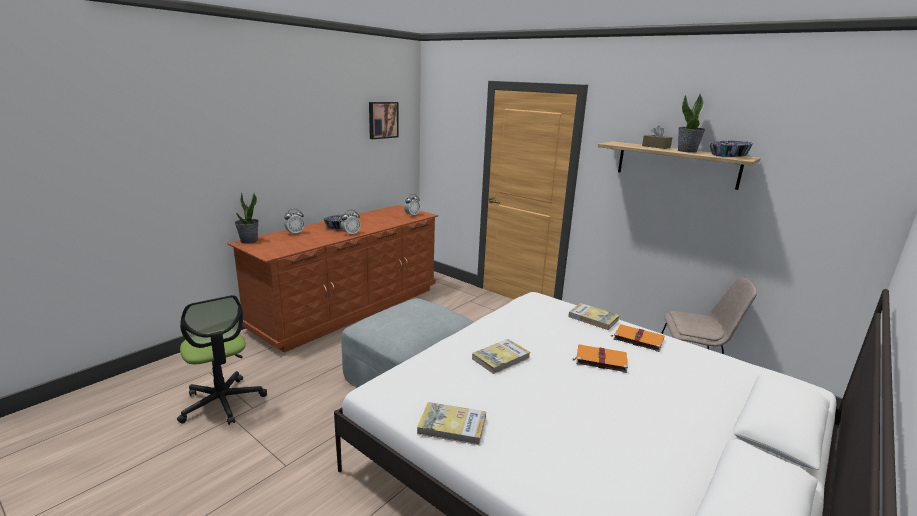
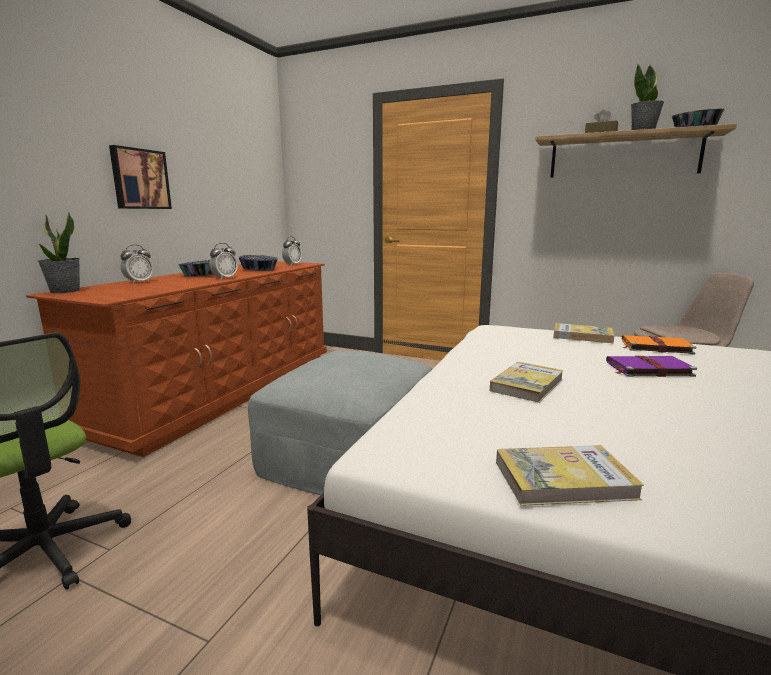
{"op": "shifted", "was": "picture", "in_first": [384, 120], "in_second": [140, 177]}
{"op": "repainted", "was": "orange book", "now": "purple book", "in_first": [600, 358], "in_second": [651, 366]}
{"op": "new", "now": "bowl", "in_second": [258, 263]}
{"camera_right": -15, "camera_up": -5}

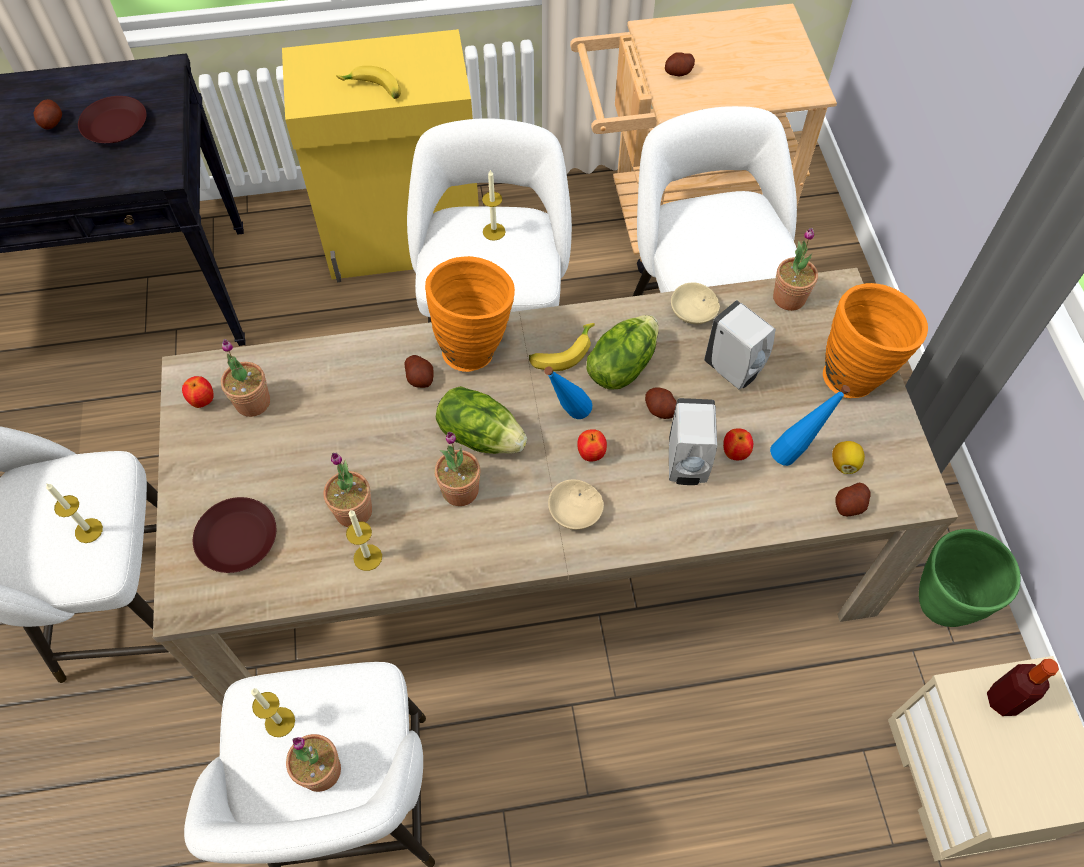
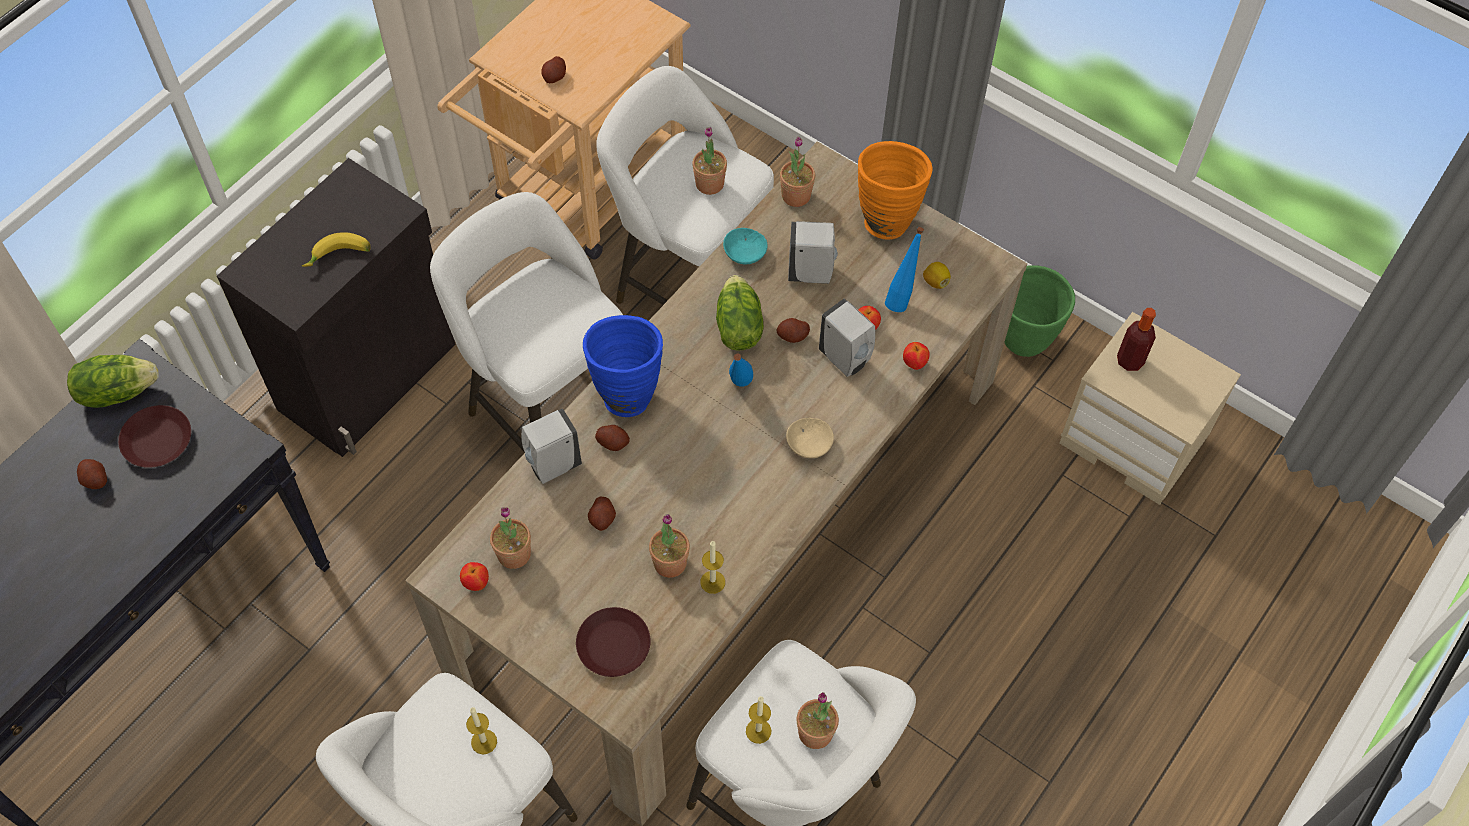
{"op": "repainted", "was": "yellow cabinet", "now": "black cabinet", "in_first": [380, 155], "in_second": [336, 307]}
{"op": "repainted", "was": "orange vase", "now": "blue vase", "in_first": [470, 314], "in_second": [623, 366]}
{"op": "shifted", "was": "potted plant", "in_first": [457, 468], "in_second": [709, 161]}
{"op": "shifted", "was": "lettuce", "in_first": [481, 420], "in_second": [113, 381]}
{"op": "gone", "was": "candle", "in_first": [494, 205]}
{"op": "gone", "was": "banana", "in_first": [562, 347]}
{"op": "shifted", "was": "apple", "in_first": [592, 445], "in_second": [916, 356]}
{"op": "repainted", "was": "beige bowl", "now": "turquoise bowl", "in_first": [695, 303], "in_second": [745, 246]}
{"op": "shifted", "was": "potato", "in_first": [852, 499], "in_second": [602, 514]}
{"op": "new", "now": "white soap dispenser", "in_second": [551, 446]}
{"camera_right": -45, "camera_up": 0}

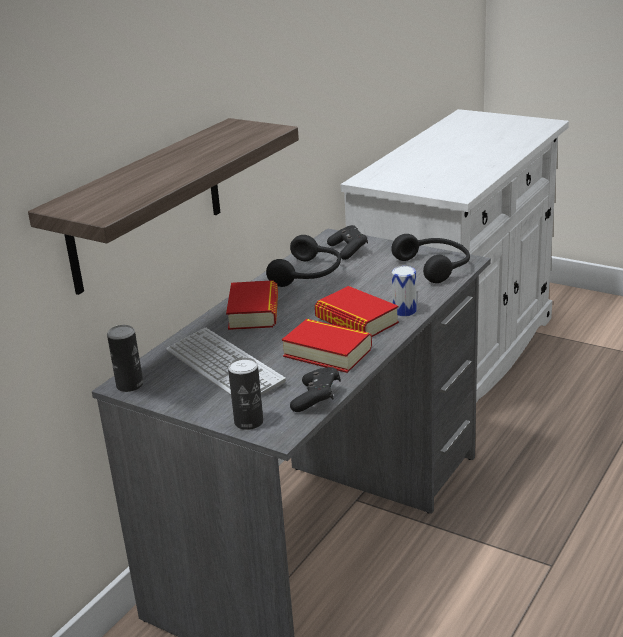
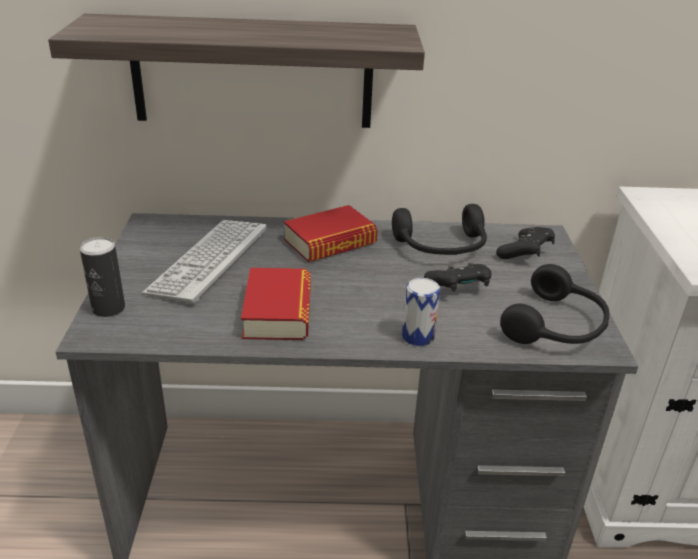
{"op": "gone", "was": "can", "in_first": [125, 358]}
{"op": "shifted", "was": "black game controller", "in_first": [315, 389], "in_second": [457, 277]}
{"op": "gone", "was": "book", "in_first": [357, 311]}
{"camera_right": 55, "camera_up": 5}

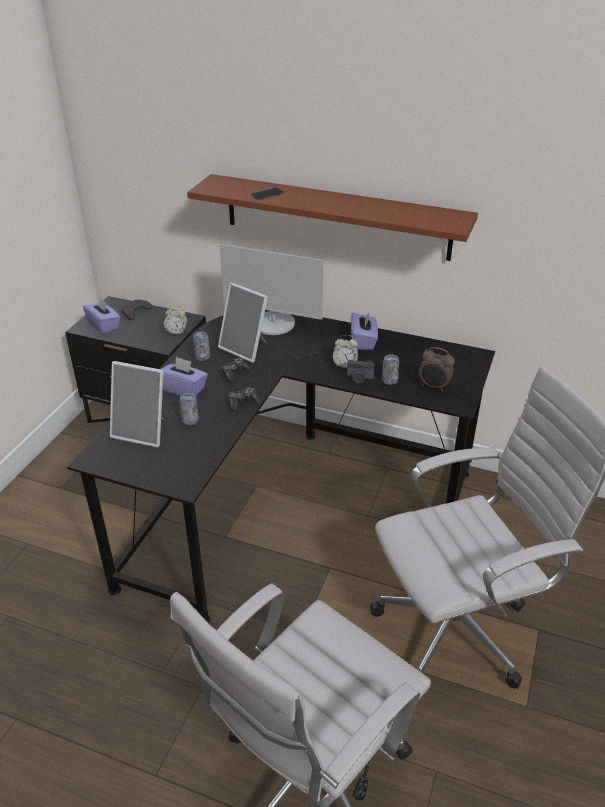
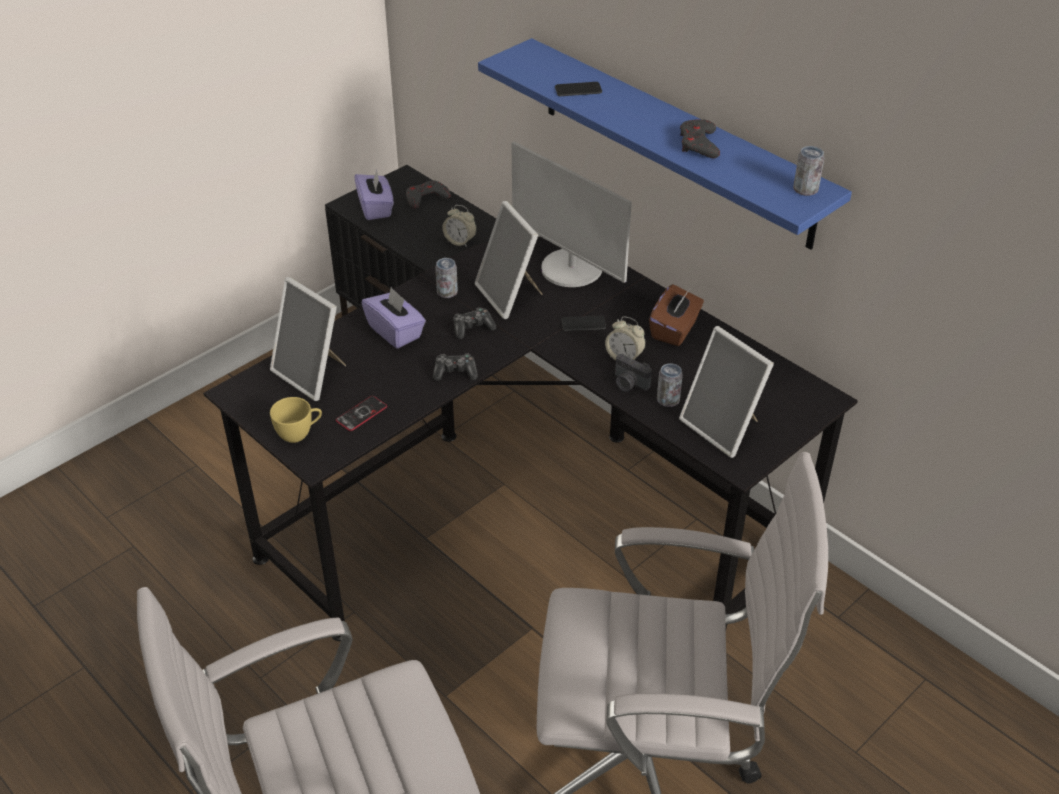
{"op": "shifted", "was": "can", "in_first": [189, 409], "in_second": [808, 171]}
{"op": "repainted", "was": "brown shelf", "now": "blue shelf", "in_first": [332, 217], "in_second": [665, 144]}
{"op": "repainted", "was": "purple tissue box", "now": "brown tissue box", "in_first": [364, 331], "in_second": [676, 315]}
{"op": "swapped", "was": "alarm clock", "now": "picture frame", "in_first": [437, 369], "in_second": [726, 392]}
{"op": "new", "now": "yellow cup", "in_second": [296, 420]}
{"op": "new", "now": "phone", "in_second": [361, 413]}
{"op": "new", "now": "grey game controller", "in_second": [700, 138]}
{"camera_right": 25, "camera_up": 5}

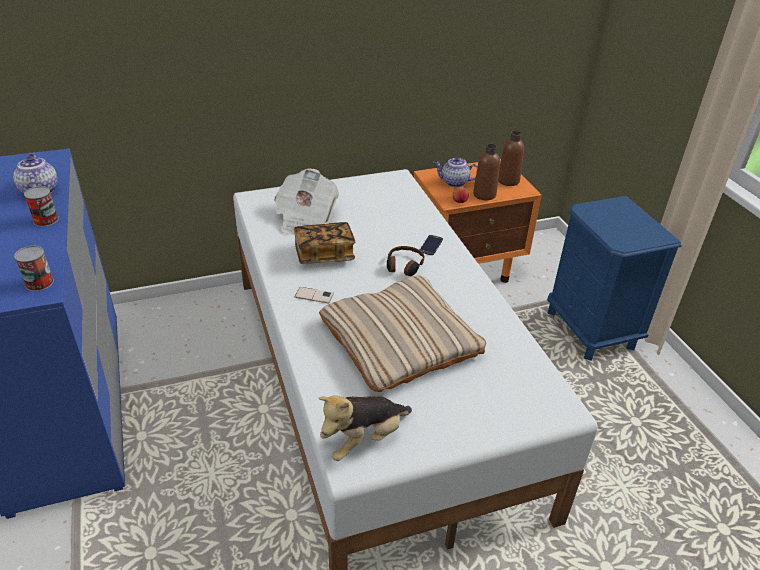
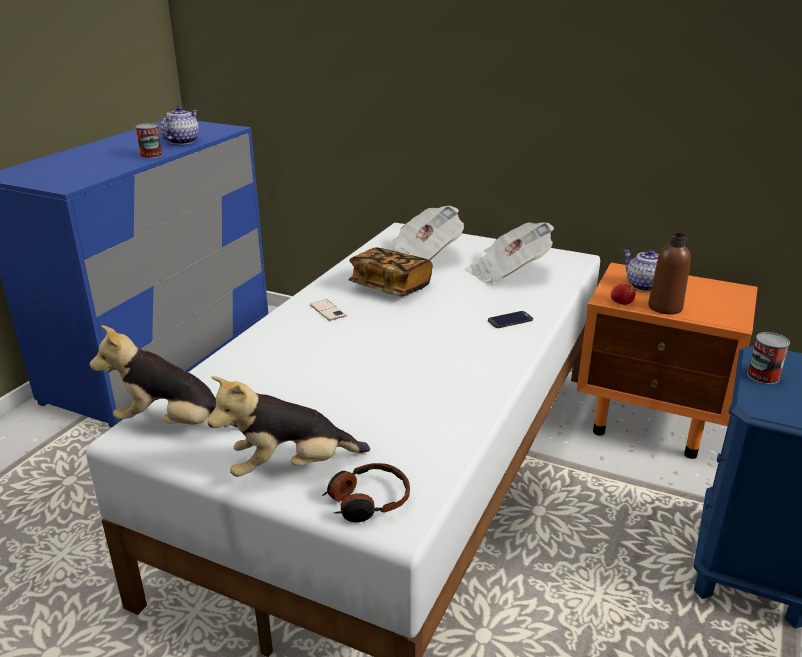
{"op": "shifted", "was": "can", "in_first": [34, 268], "in_second": [768, 358]}
{"op": "gone", "was": "beige pillow", "in_first": [402, 334]}
{"op": "shifted", "was": "headphones", "in_first": [405, 261], "in_second": [366, 493]}
{"op": "gone", "was": "brown bottle", "in_first": [511, 158]}
{"op": "new", "now": "plush toy", "in_second": [288, 426]}
{"op": "new", "now": "newspaper", "in_second": [510, 252]}
{"camera_right": 45, "camera_up": -10}

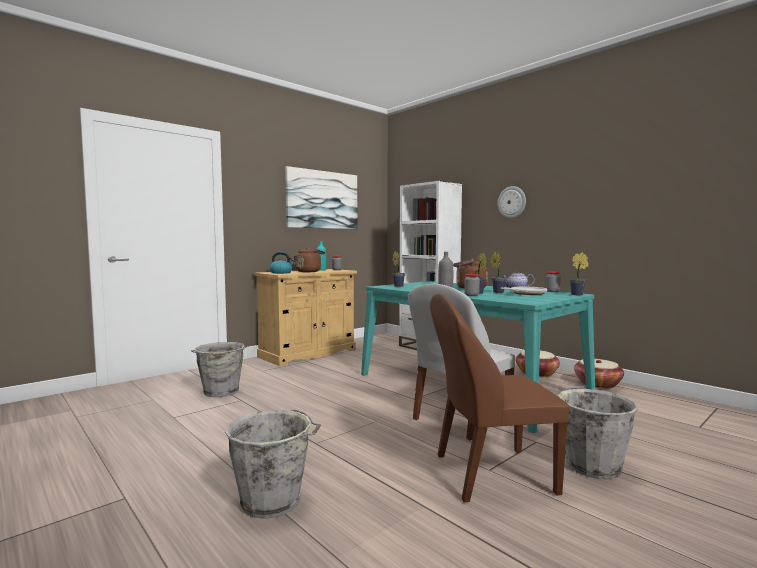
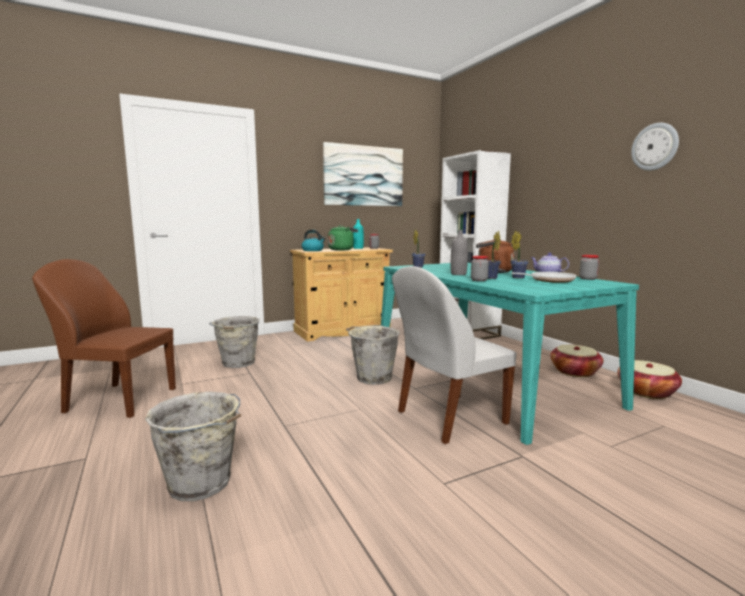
{"op": "repainted", "was": "brown kettle", "now": "green kettle", "in_first": [309, 260], "in_second": [343, 238]}
{"op": "shifted", "was": "brown chair", "in_first": [499, 398], "in_second": [104, 338]}
{"op": "shifted", "was": "wall clock", "in_first": [512, 202], "in_second": [655, 147]}
{"op": "shifted", "was": "grey bucket", "in_first": [596, 433], "in_second": [373, 355]}
{"op": "gone", "was": "potted plant", "in_first": [579, 273]}
{"camera_right": 15, "camera_up": 5}

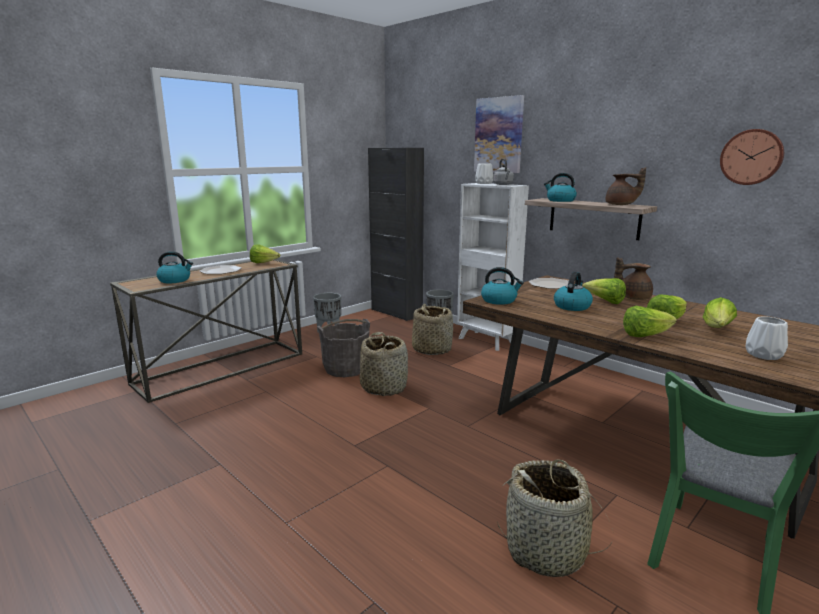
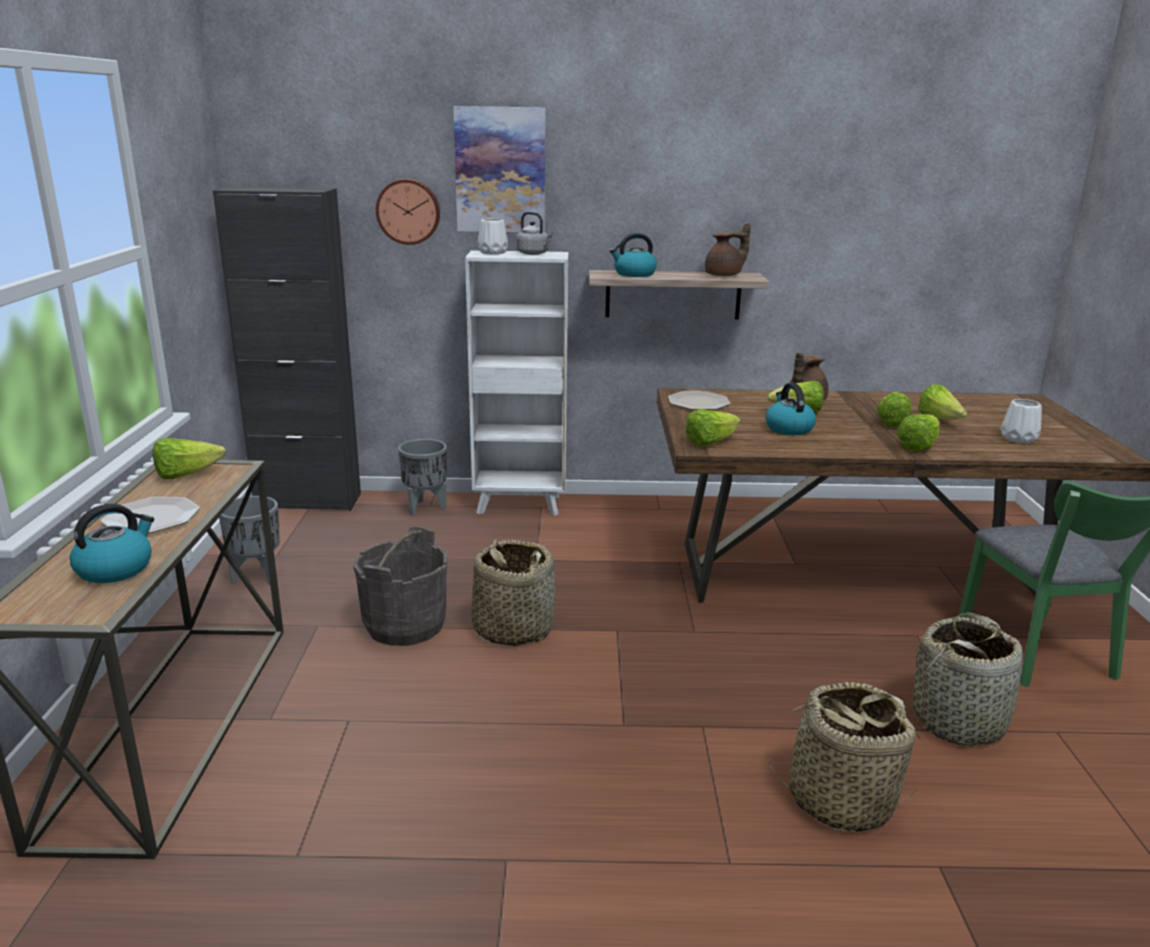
{"op": "shifted", "was": "basket", "in_first": [432, 329], "in_second": [844, 757]}
{"op": "swapped", "was": "kettle", "now": "lettuce", "in_first": [502, 286], "in_second": [713, 427]}
{"op": "shifted", "was": "wall clock", "in_first": [752, 157], "in_second": [408, 212]}
{"camera_right": -45, "camera_up": 5}

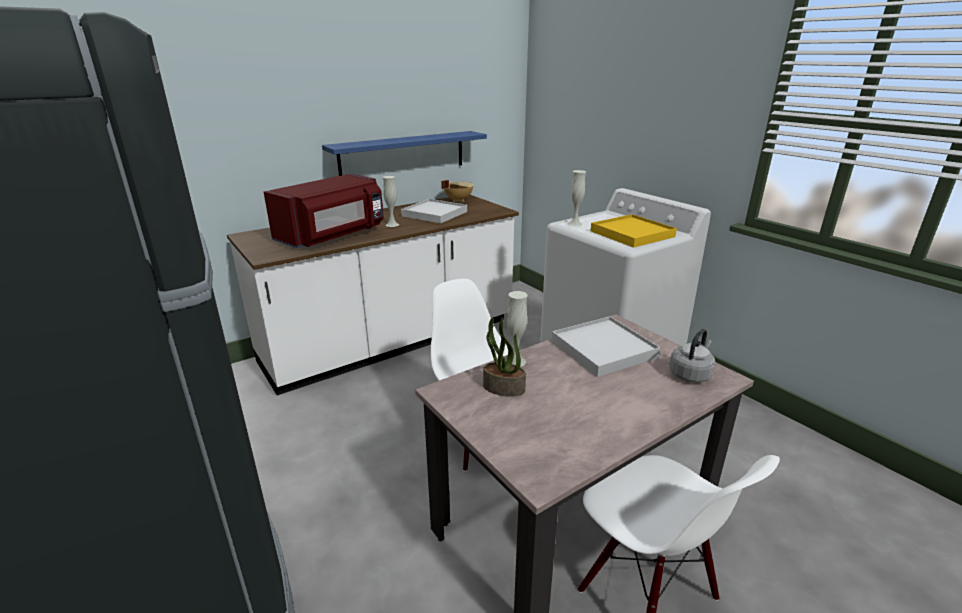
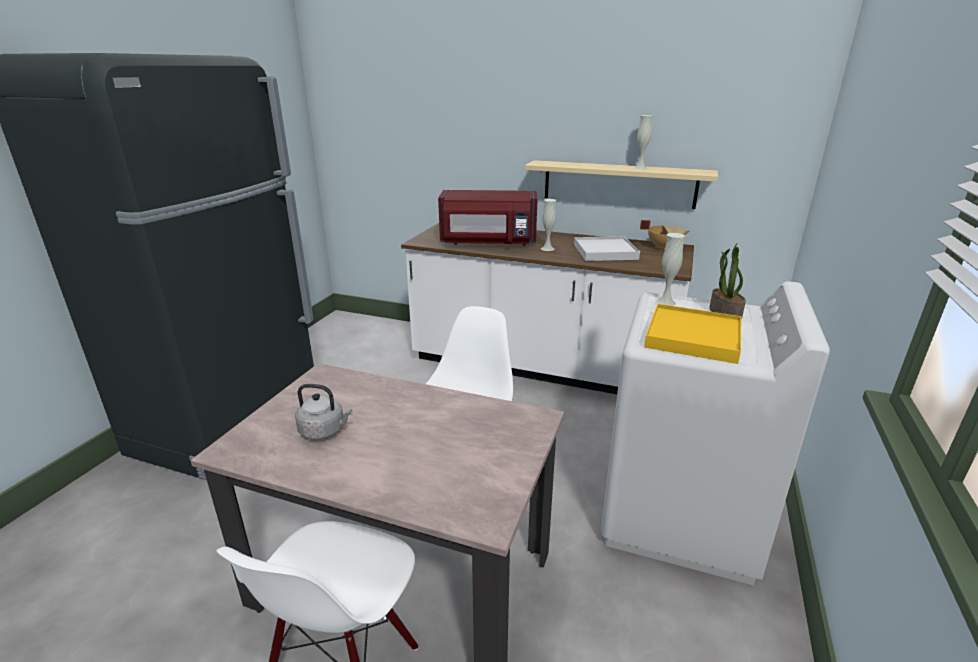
{"op": "repainted", "was": "blue shelf", "now": "beige shelf", "in_first": [404, 153], "in_second": [621, 184]}
{"op": "shifted", "was": "potted plant", "in_first": [504, 357], "in_second": [727, 281]}
{"op": "shifted", "was": "white vase", "in_first": [516, 329], "in_second": [643, 142]}
{"op": "gone", "was": "white tray", "in_first": [605, 346]}
{"op": "shifted", "was": "grey kettle", "in_first": [692, 356], "in_second": [323, 412]}
{"camera_right": 55, "camera_up": 0}

